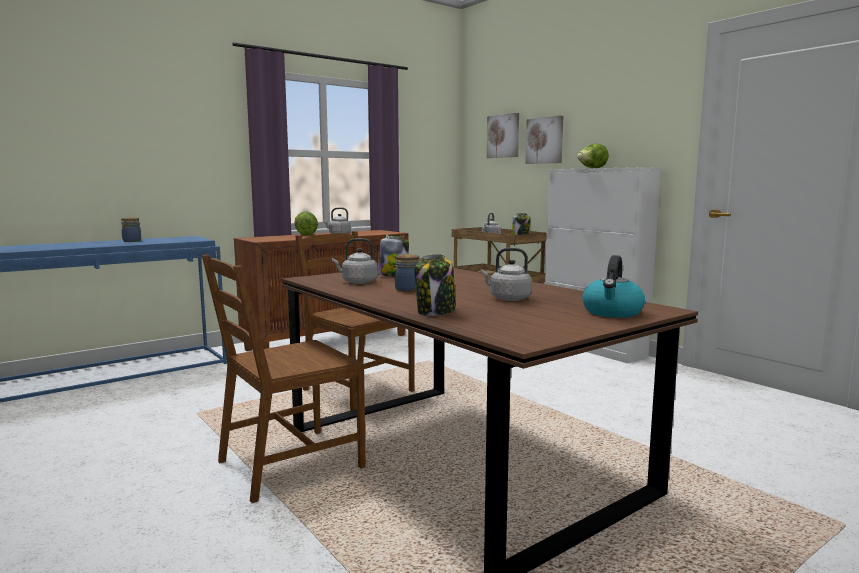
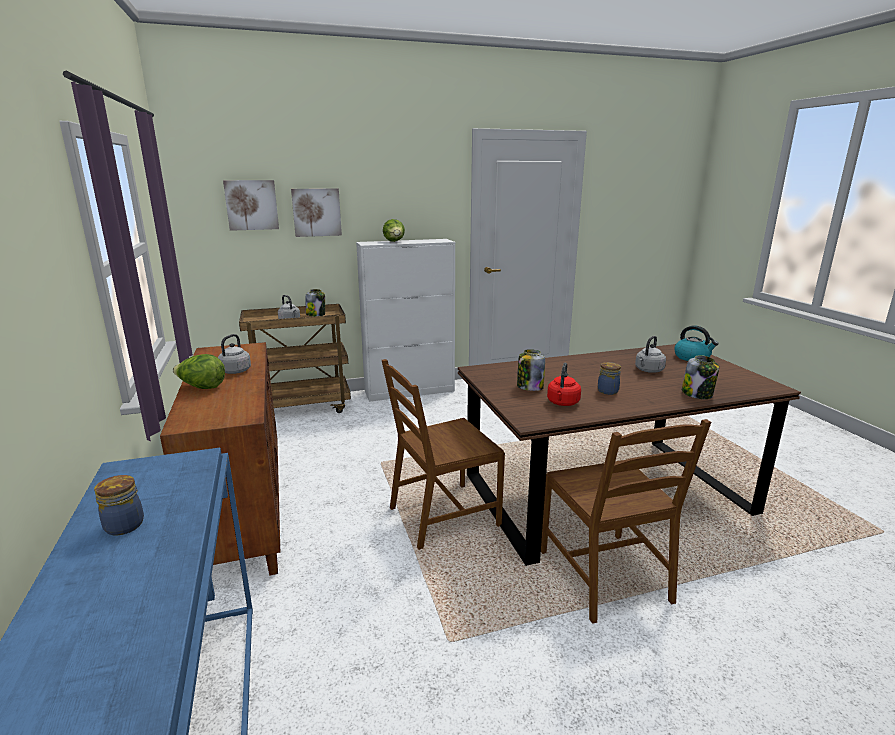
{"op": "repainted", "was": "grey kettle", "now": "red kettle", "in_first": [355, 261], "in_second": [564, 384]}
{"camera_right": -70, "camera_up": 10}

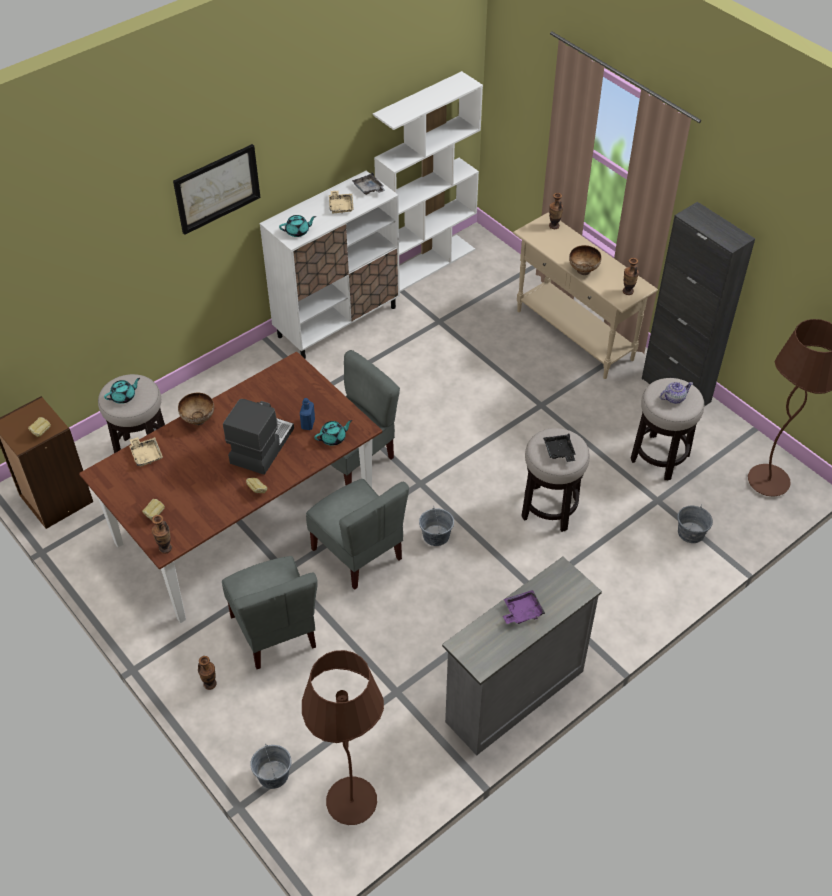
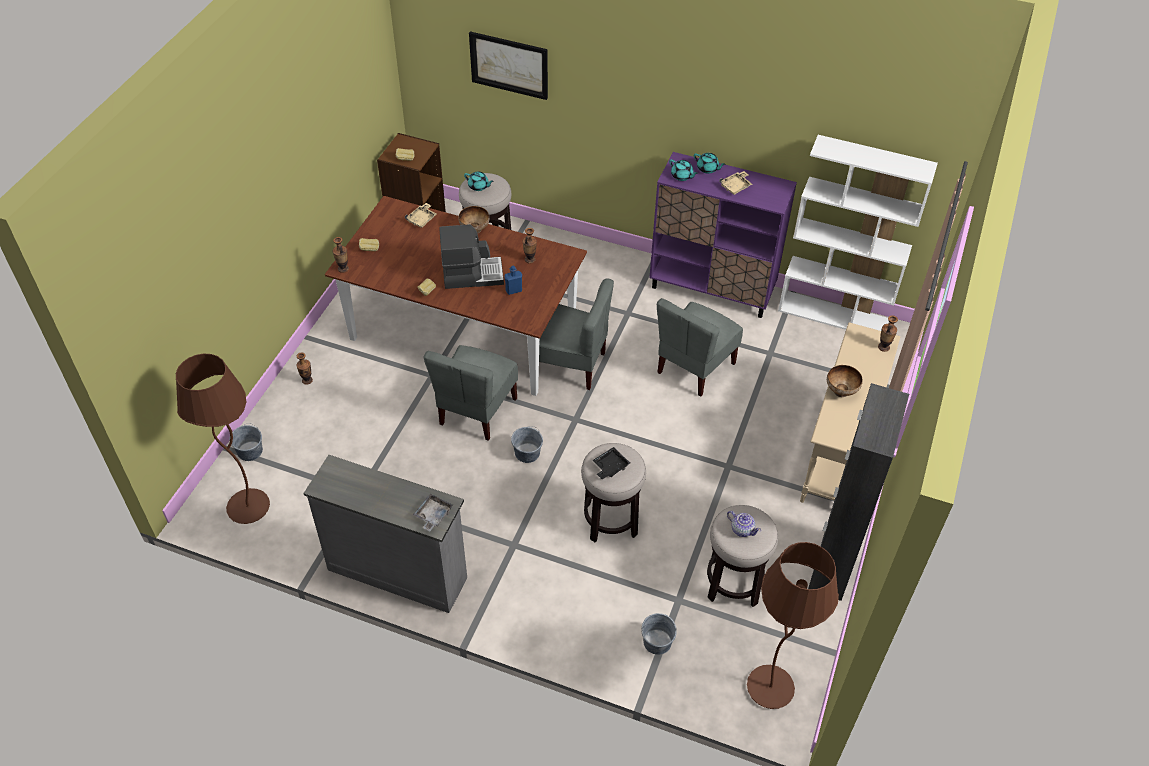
{"op": "shifted", "was": "picture", "in_first": [216, 189], "in_second": [508, 65]}
{"op": "shifted", "was": "grey chair", "in_first": [270, 612], "in_second": [700, 347]}
{"op": "repainted", "was": "white cabinet", "now": "purple cabinet", "in_first": [330, 265], "in_second": [723, 235]}
{"op": "shifted", "was": "turquoise teapot", "in_first": [333, 433], "in_second": [710, 163]}
{"op": "shifted", "was": "grey tray", "in_first": [368, 183], "in_second": [433, 513]}
{"op": "gone", "was": "purple tray", "in_first": [524, 607]}
{"op": "shifted", "was": "vase", "in_first": [631, 276], "in_second": [530, 245]}
{"camera_right": 60, "camera_up": 0}

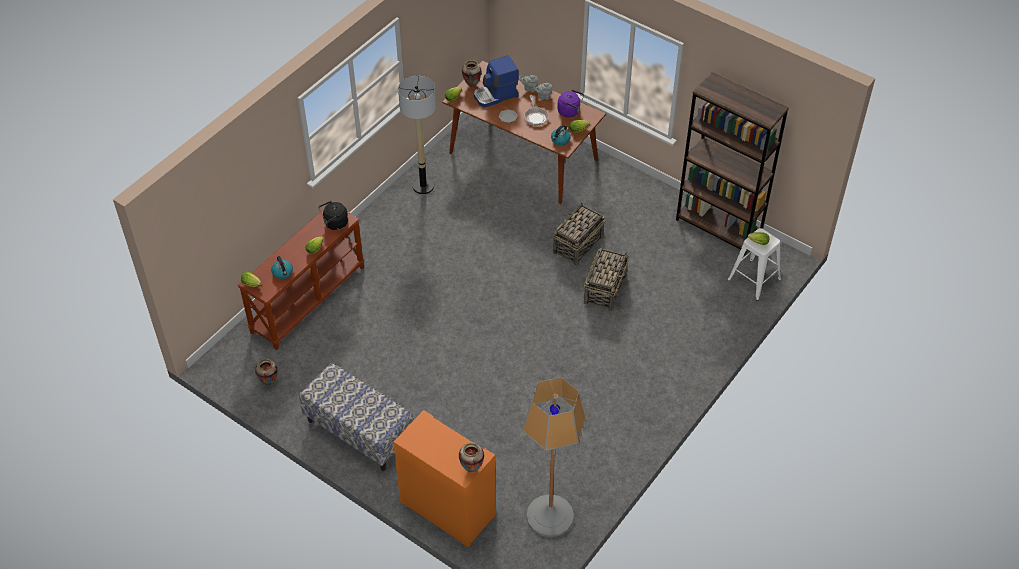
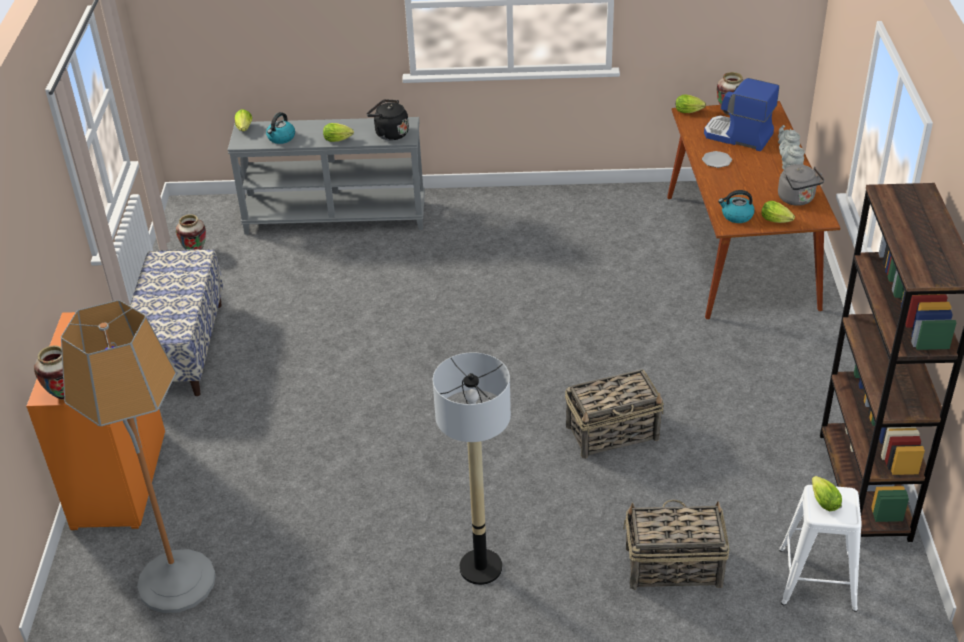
{"op": "repainted", "was": "brown console table", "now": "grey console table", "in_first": [301, 279], "in_second": [326, 175]}
{"op": "shifted", "was": "floor lamp", "in_first": [417, 135], "in_second": [472, 468]}
{"op": "gone", "was": "frying pan", "in_first": [536, 110]}
{"op": "shifted", "was": "basket", "in_first": [579, 233], "in_second": [677, 544]}
{"op": "repainted", "was": "purple kettle", "now": "grey kettle", "in_first": [570, 103], "in_second": [801, 185]}
{"camera_right": 55, "camera_up": -10}

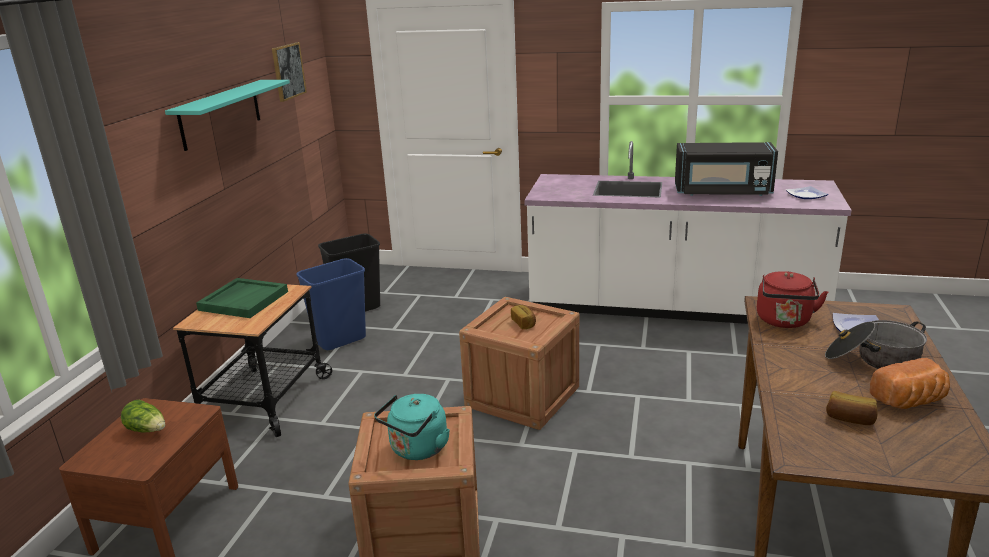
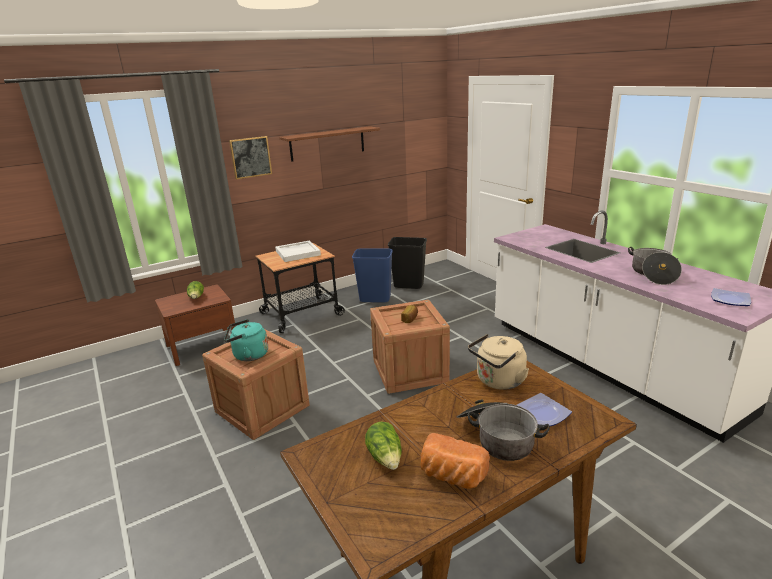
{"op": "repainted", "was": "turquoise shelf", "now": "brown shelf", "in_first": [227, 115], "in_second": [329, 144]}
{"op": "repainted", "was": "green tray", "now": "white tray", "in_first": [242, 298], "in_second": [298, 251]}
{"op": "shifted", "was": "picture", "in_first": [289, 72], "in_second": [250, 158]}
{"op": "swapped", "was": "black microwave", "now": "cooking pot", "in_first": [726, 169], "in_second": [655, 266]}
{"op": "repainted", "was": "red kettle", "now": "beige kettle", "in_first": [792, 299], "in_second": [498, 362]}
{"op": "swapped", "was": "bread", "now": "lettuce", "in_first": [852, 408], "in_second": [383, 446]}
{"camera_right": 45, "camera_up": 0}

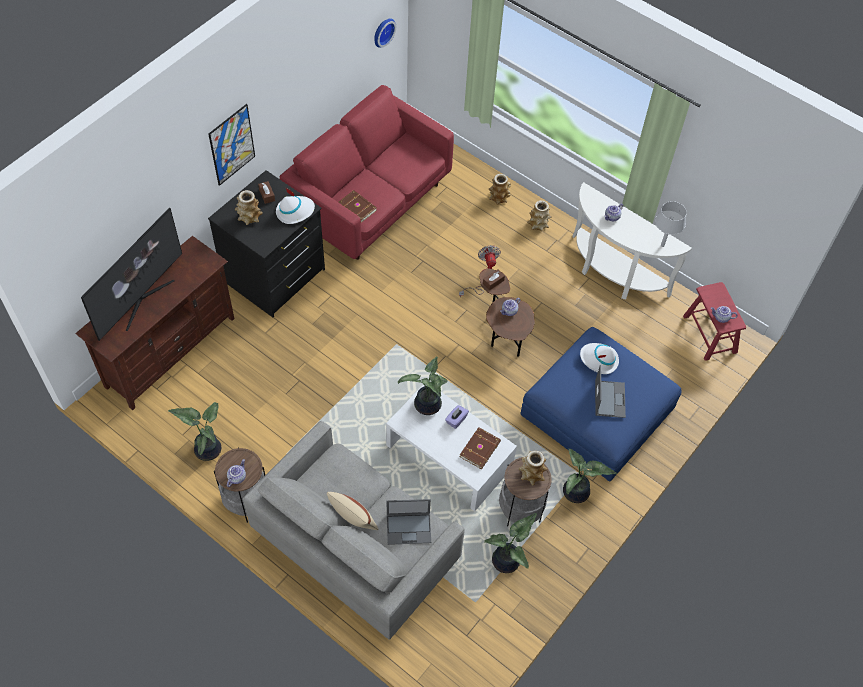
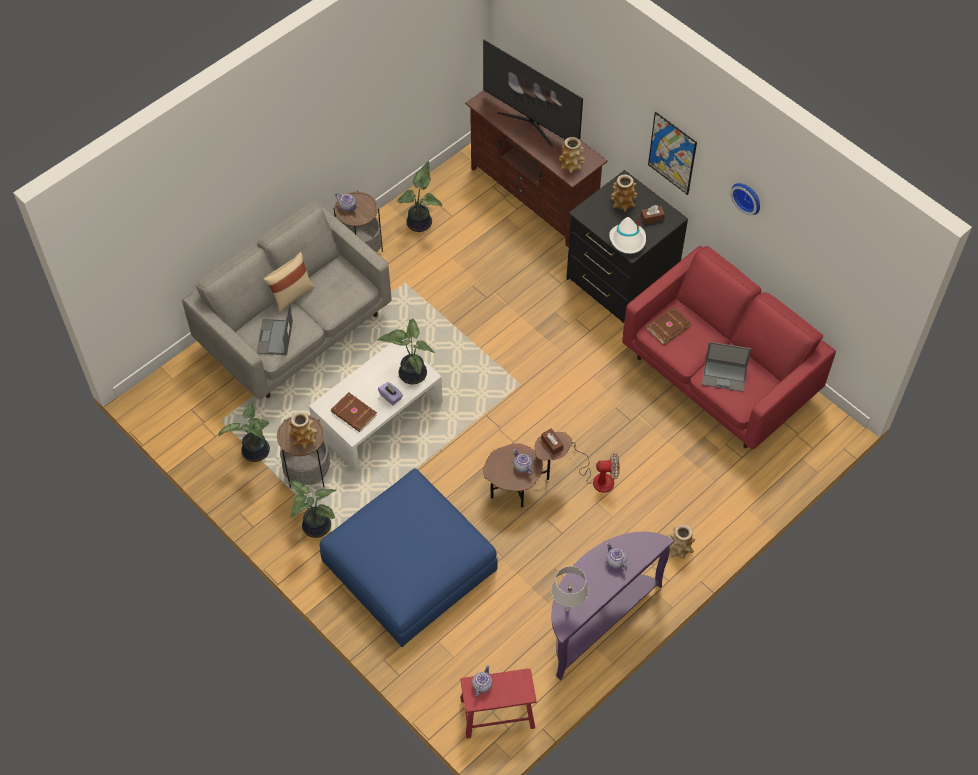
{"op": "shifted", "was": "wall clock", "in_first": [385, 33], "in_second": [745, 199]}
{"op": "shifted", "was": "vase", "in_first": [500, 189], "in_second": [571, 155]}
{"op": "repainted", "was": "white console table", "now": "purple console table", "in_first": [632, 241], "in_second": [612, 606]}
{"op": "gone", "was": "white hat", "in_first": [599, 358]}
{"op": "shifted", "was": "laptop", "in_first": [610, 391], "in_second": [726, 367]}
{"camera_right": 100, "camera_up": 0}

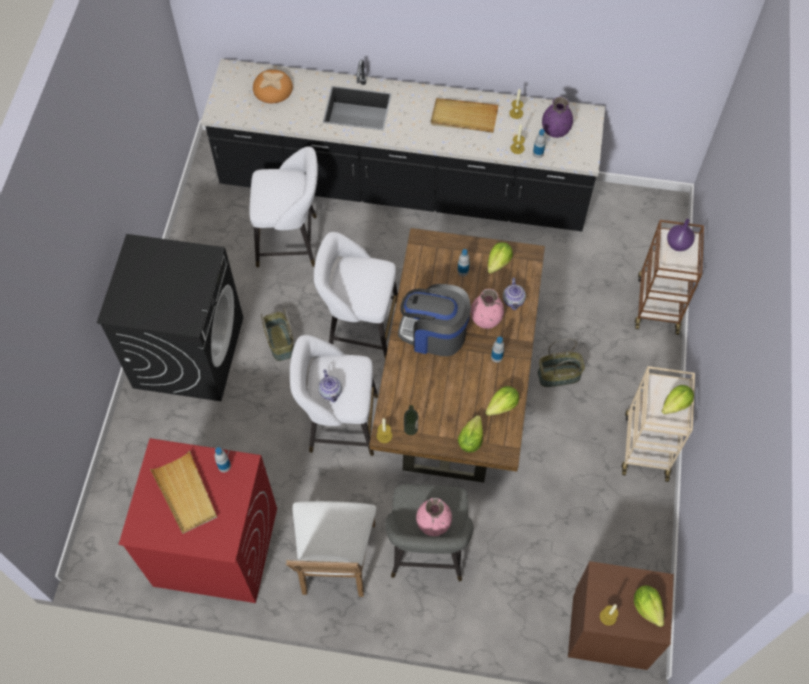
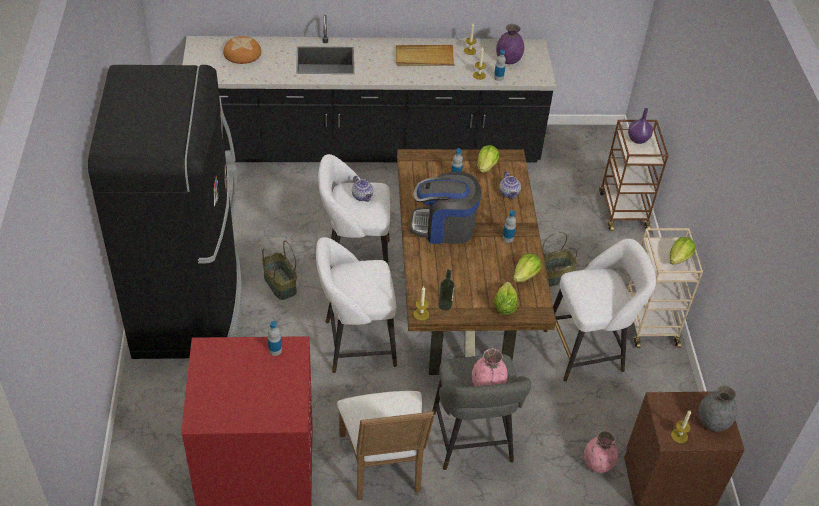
{"op": "swapped", "was": "black washing machine", "now": "black fridge", "in_first": [170, 317], "in_second": [165, 212]}
{"op": "gone", "was": "beige tray", "in_first": [183, 492]}
{"op": "shifted", "was": "white stool", "in_first": [283, 206], "in_second": [600, 310]}
{"op": "shifted", "was": "teapot", "in_first": [330, 385], "in_second": [362, 189]}
{"op": "shifted", "was": "pink vase", "in_first": [487, 309], "in_second": [601, 452]}
{"op": "swapped", "was": "lettuce", "now": "grey vase", "in_first": [649, 606], "in_second": [717, 408]}
{"camera_right": -15, "camera_up": -15}

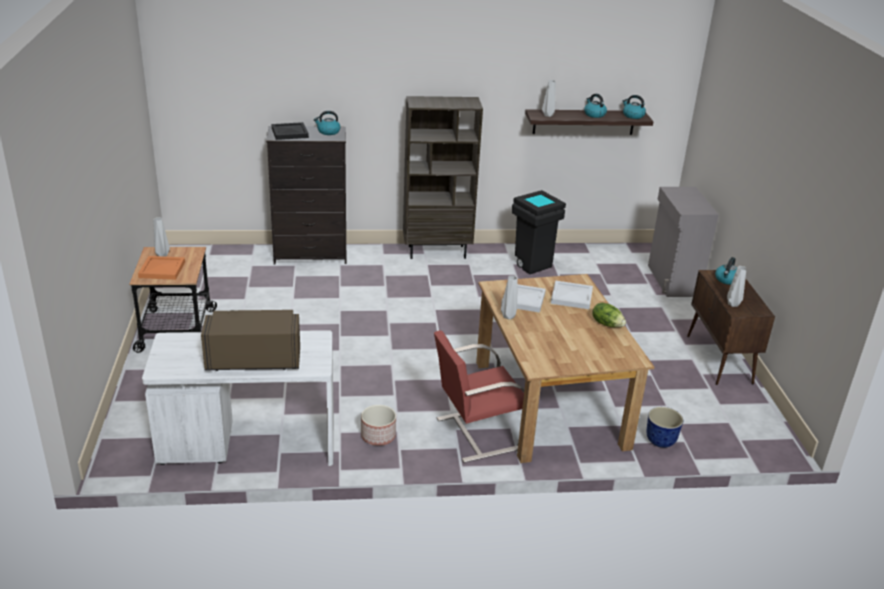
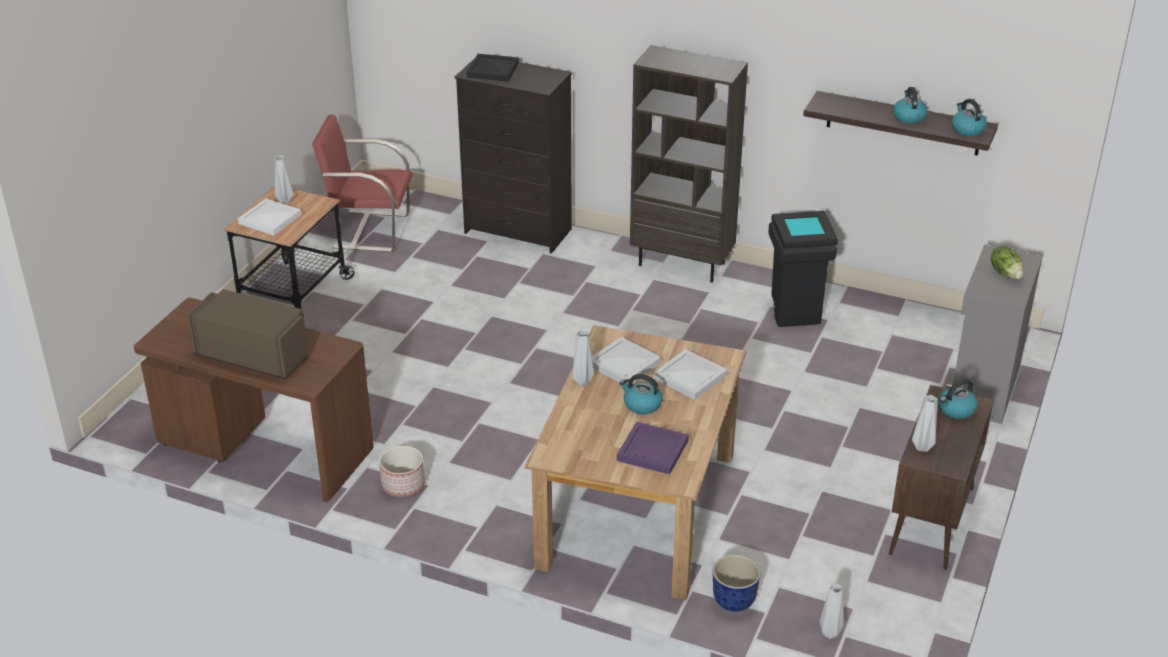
{"op": "repainted", "was": "orange tray", "now": "white tray", "in_first": [161, 268], "in_second": [270, 217]}
{"op": "repainted", "was": "white desk", "now": "brown desk", "in_first": [238, 398], "in_second": [254, 400]}
{"op": "shifted", "was": "kettle", "in_first": [327, 123], "in_second": [641, 394]}
{"op": "shifted", "was": "red chair", "in_first": [479, 396], "in_second": [362, 183]}
{"op": "shifted", "was": "grey vase", "in_first": [549, 98], "in_second": [831, 611]}
{"op": "shifted", "was": "lettuce", "in_first": [609, 315], "in_second": [1007, 262]}
{"op": "new", "now": "purple tray", "in_second": [653, 448]}
{"camera_right": 30, "camera_up": 5}

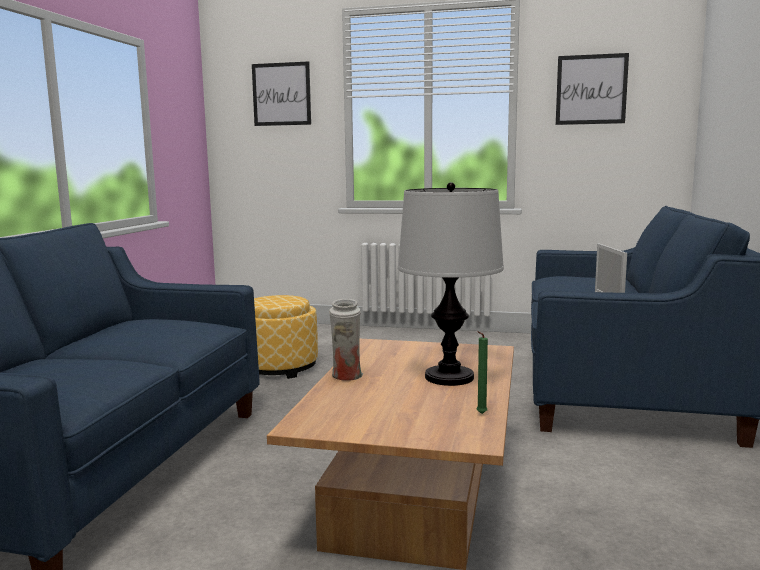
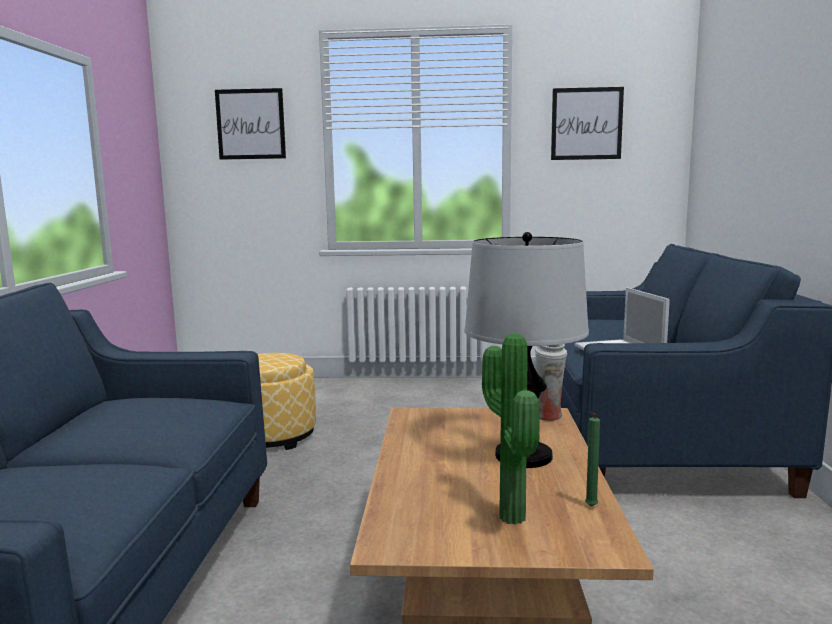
{"op": "shifted", "was": "white vase", "in_first": [346, 340], "in_second": [551, 382]}
{"op": "new", "now": "potted plant", "in_second": [511, 429]}
{"camera_right": -10, "camera_up": 0}

